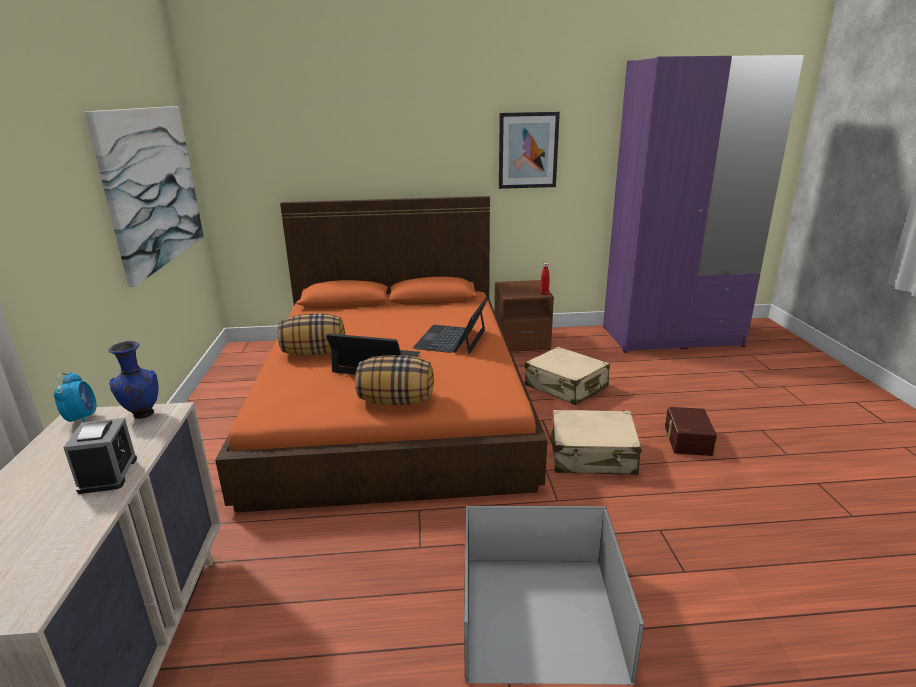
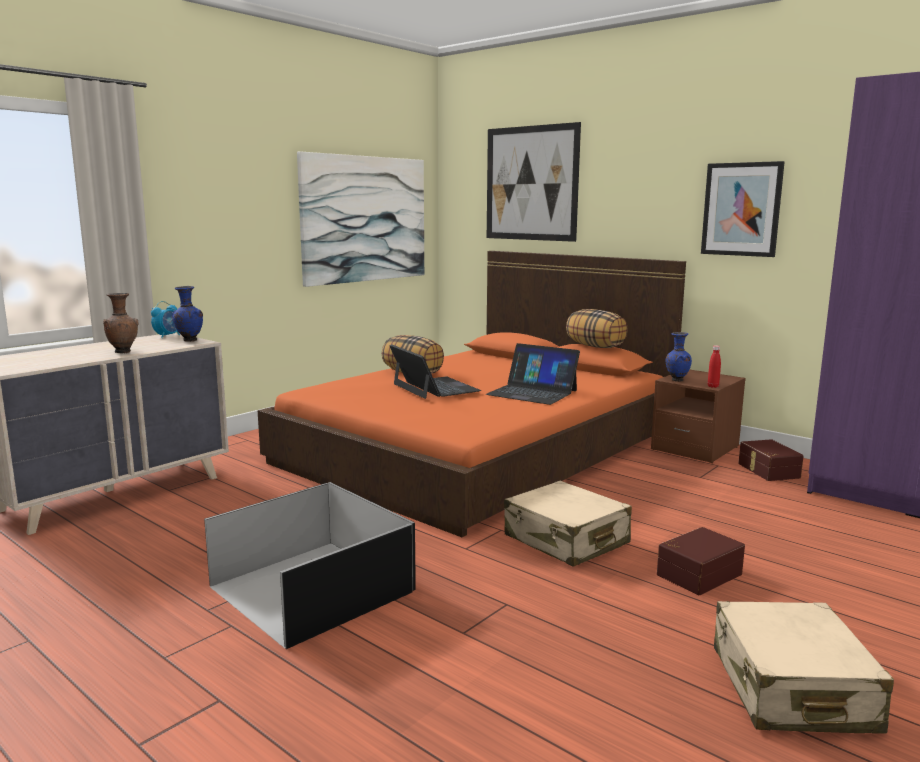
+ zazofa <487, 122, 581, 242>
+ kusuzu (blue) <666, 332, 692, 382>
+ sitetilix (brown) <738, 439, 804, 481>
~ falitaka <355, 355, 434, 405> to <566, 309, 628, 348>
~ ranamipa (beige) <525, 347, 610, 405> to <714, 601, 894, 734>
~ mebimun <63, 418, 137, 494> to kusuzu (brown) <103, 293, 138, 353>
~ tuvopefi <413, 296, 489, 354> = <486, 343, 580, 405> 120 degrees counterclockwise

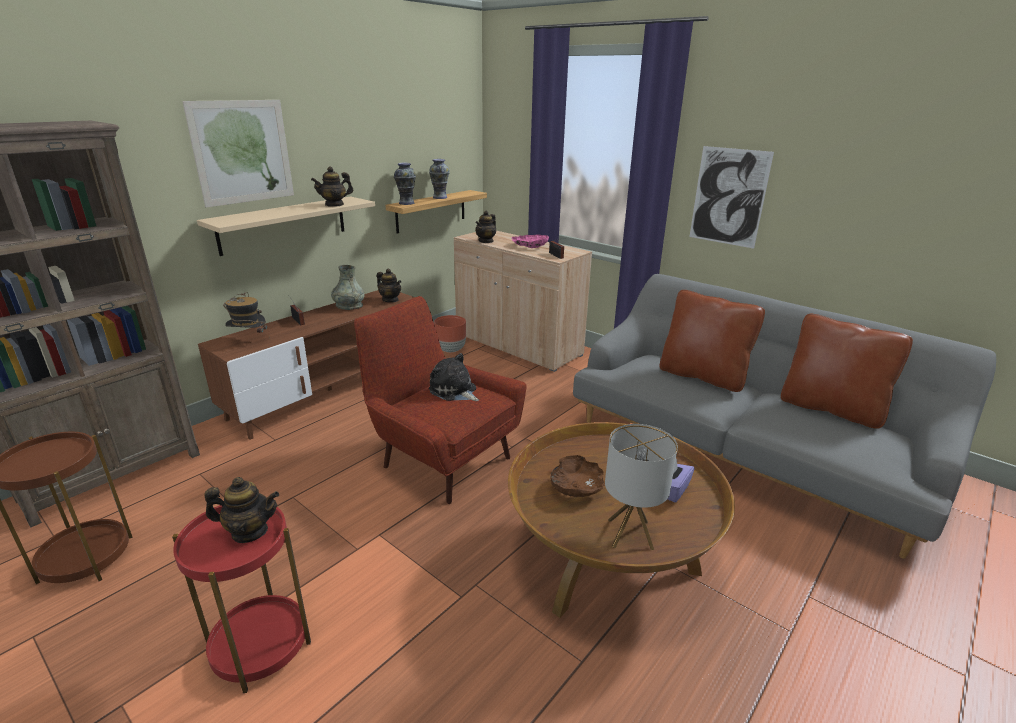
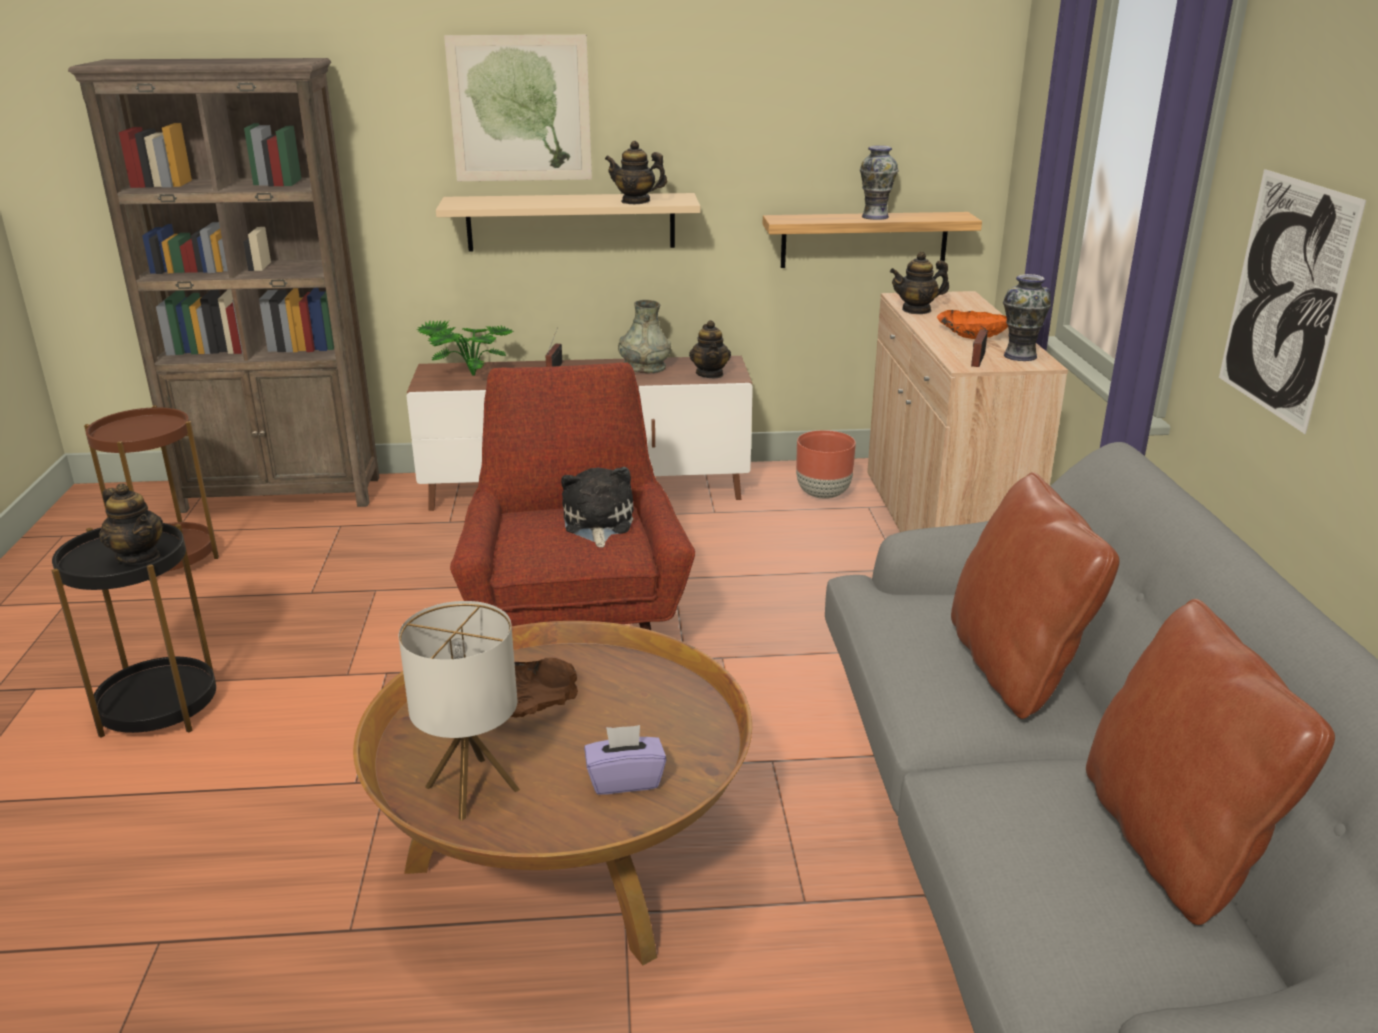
~ kusuzu <394, 163, 416, 205> to <1003, 274, 1051, 361>
~ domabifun <223, 292, 269, 333> to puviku <417, 320, 514, 376>
~ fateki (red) <172, 505, 311, 693> to fateki (black) <51, 523, 216, 738>
~ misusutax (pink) <512, 234, 549, 248> to misusutax (orange) <937, 310, 1008, 339>

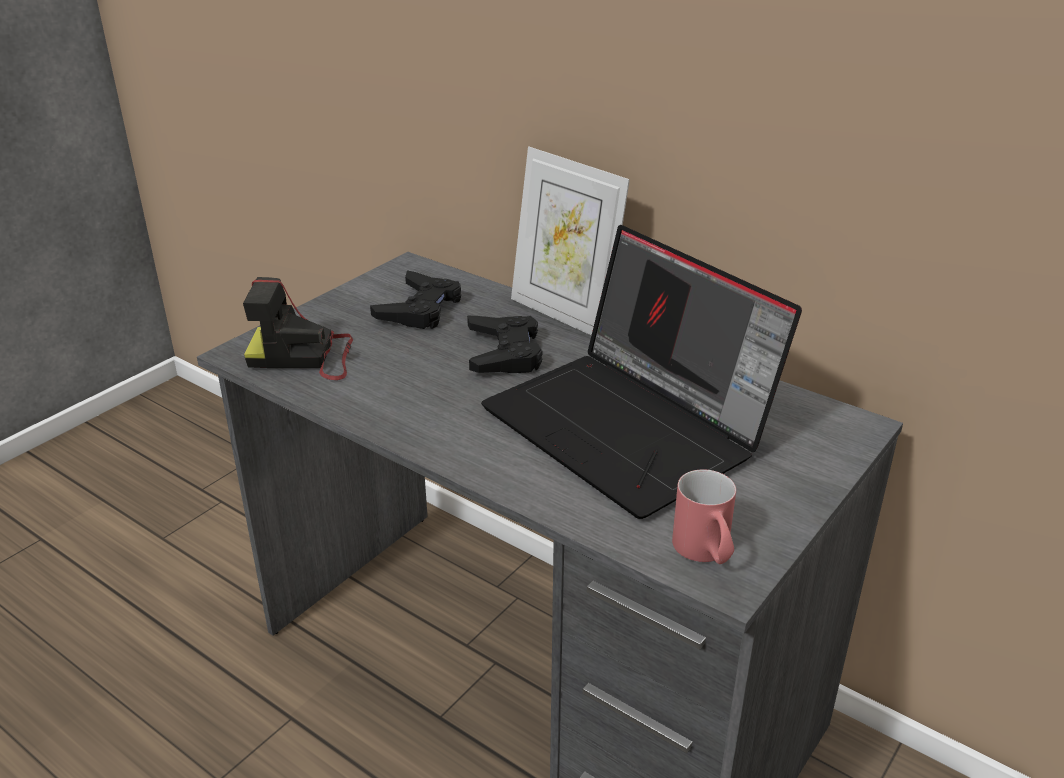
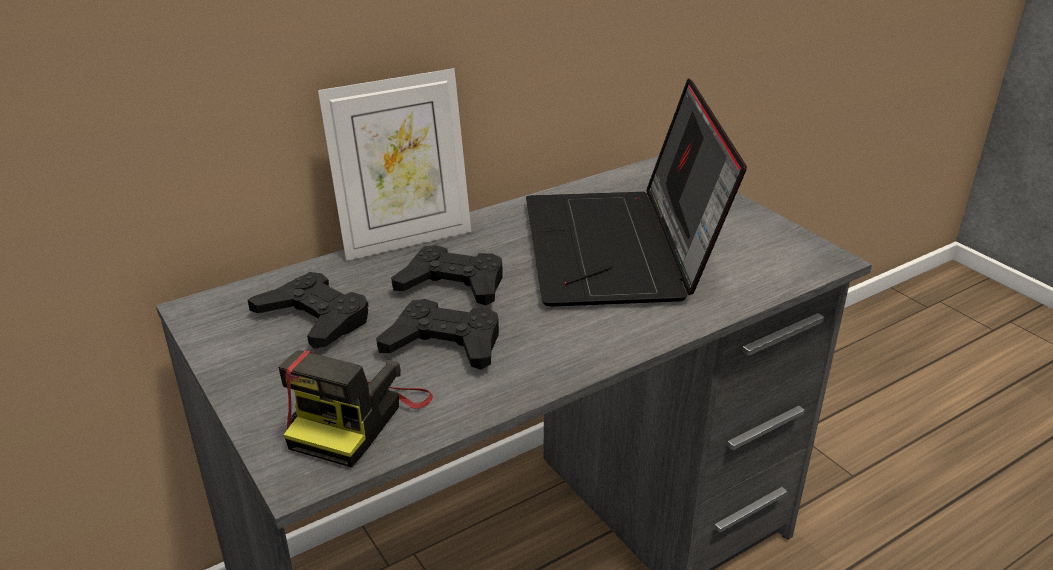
- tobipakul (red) <672, 469, 736, 564>
+ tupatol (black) <376, 299, 499, 370>
~ tuvopefi <481, 225, 802, 519> = <526, 78, 747, 306> 105 degrees clockwise

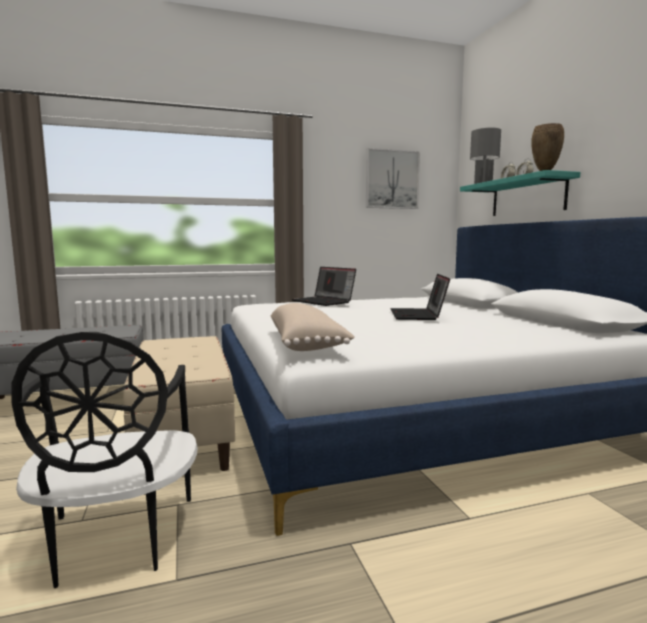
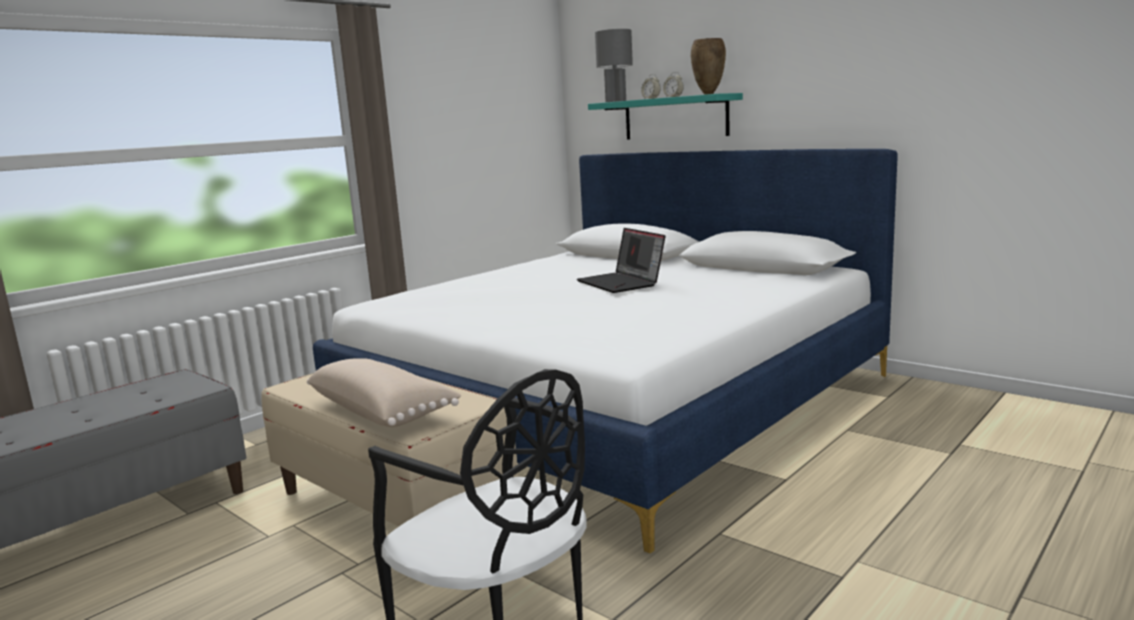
- tuvopefi <291, 267, 356, 306>
- zazofa <366, 148, 420, 209>
~ falitaka (beige) <271, 303, 355, 351> to <307, 358, 461, 427>

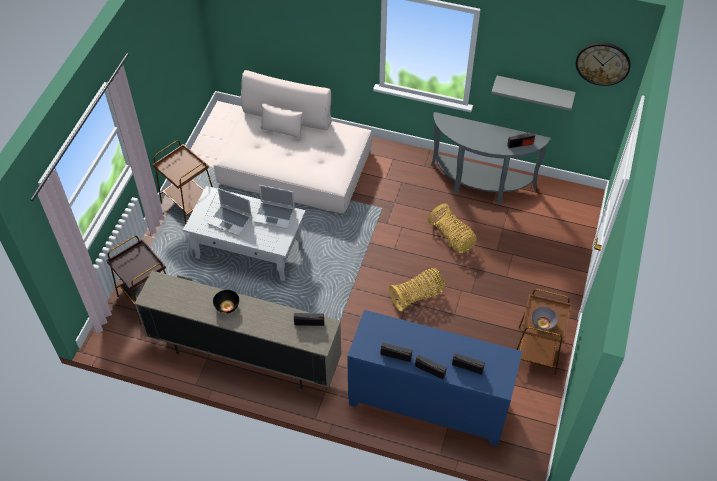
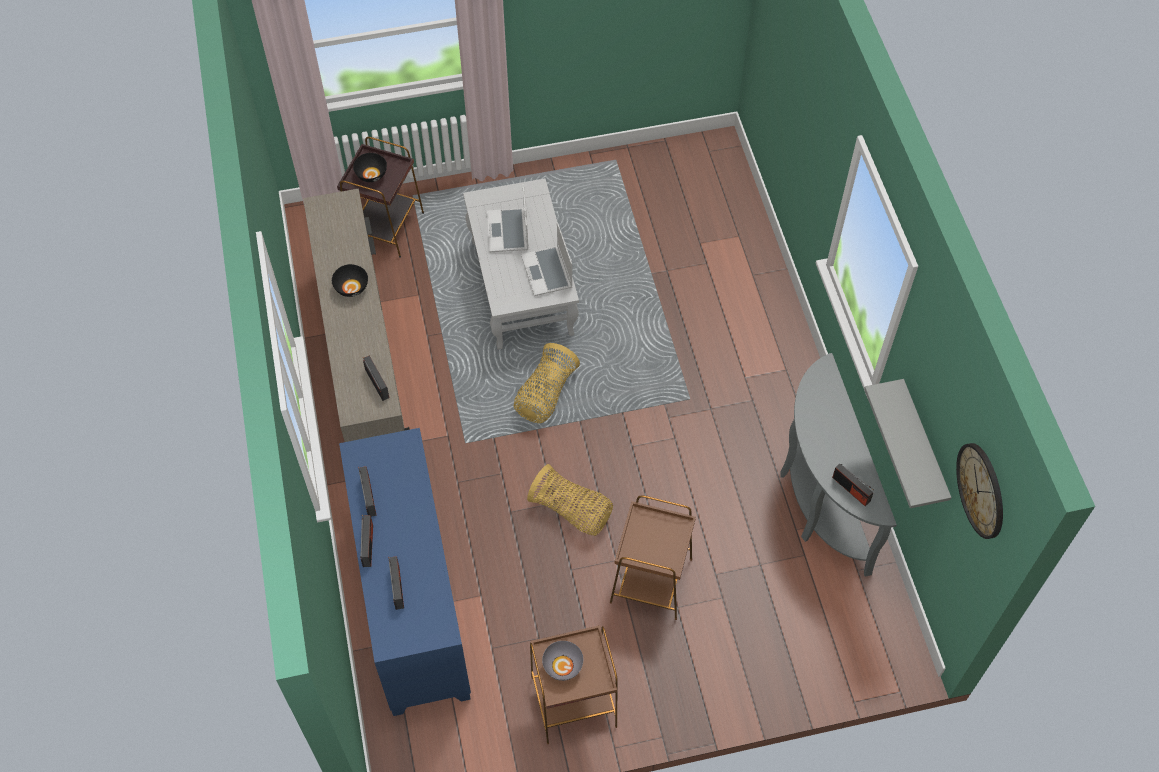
- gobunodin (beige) <214, 70, 372, 214>
+ misusutax (black) <353, 153, 387, 182>
~ fateki (brown) <153, 141, 213, 225> to <610, 495, 696, 620>
~ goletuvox <428, 203, 477, 253> to <514, 343, 580, 423>

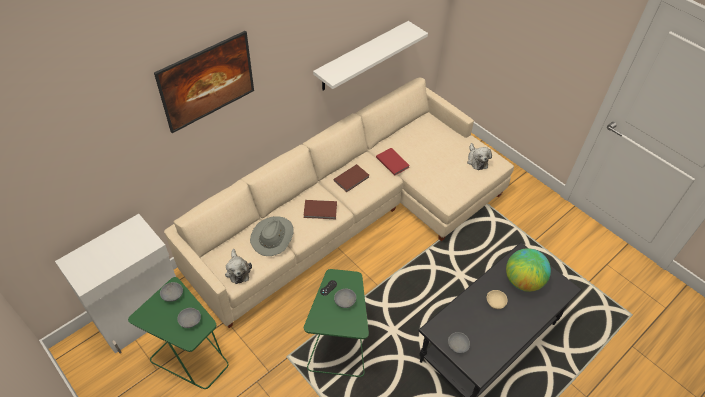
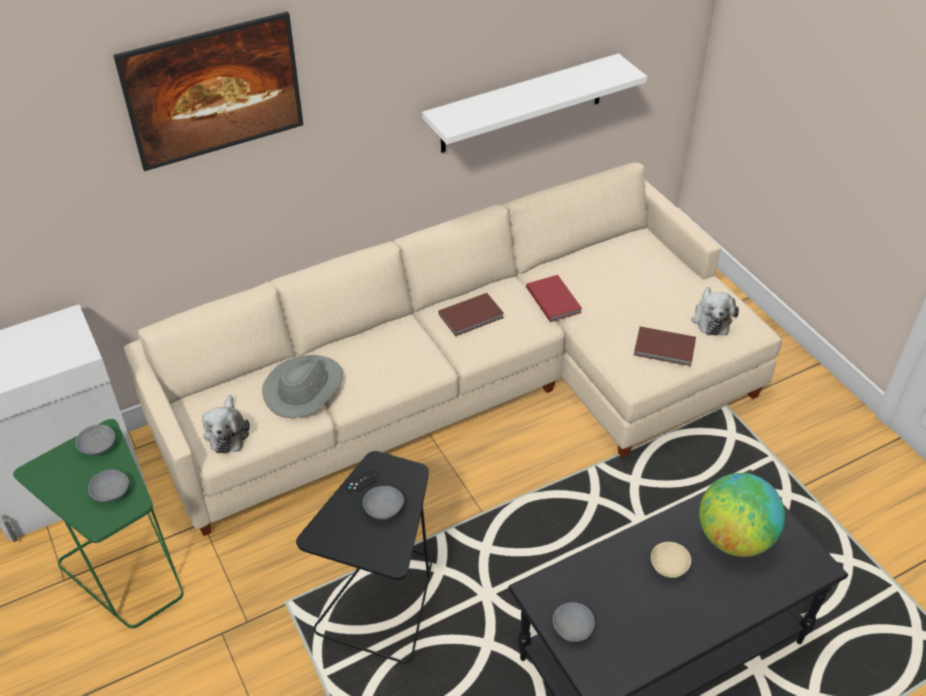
~ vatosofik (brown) <303, 200, 337, 219> to <634, 326, 696, 366>
~ fateki (green) <304, 269, 369, 377> to fateki (black) <296, 451, 432, 663>

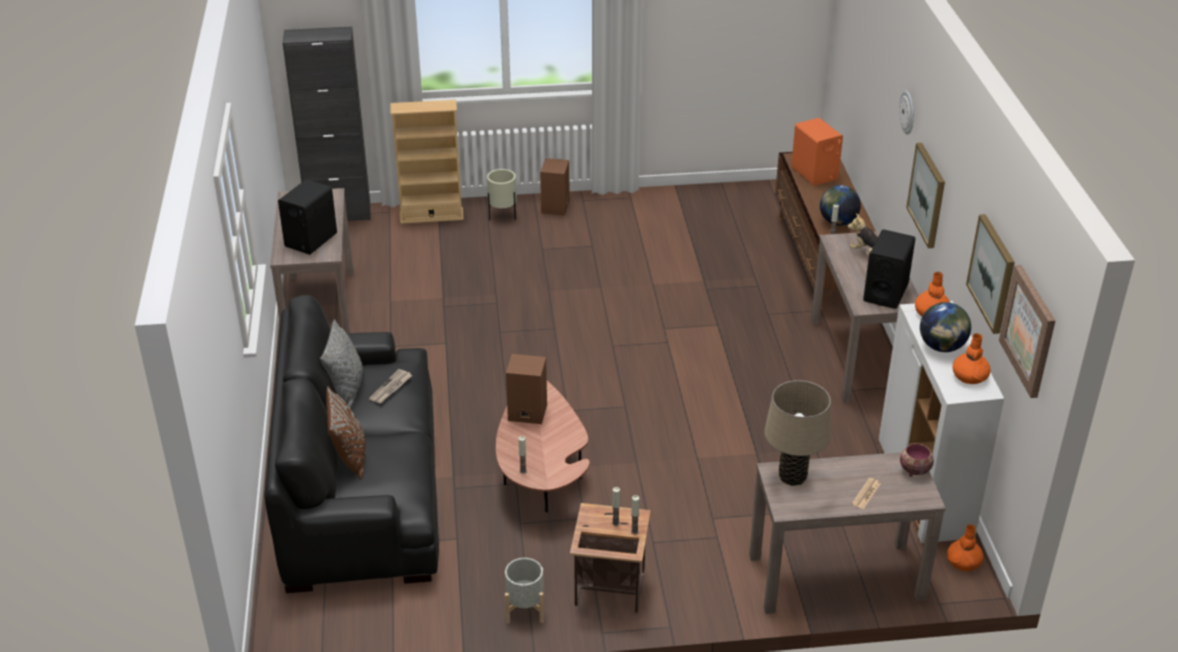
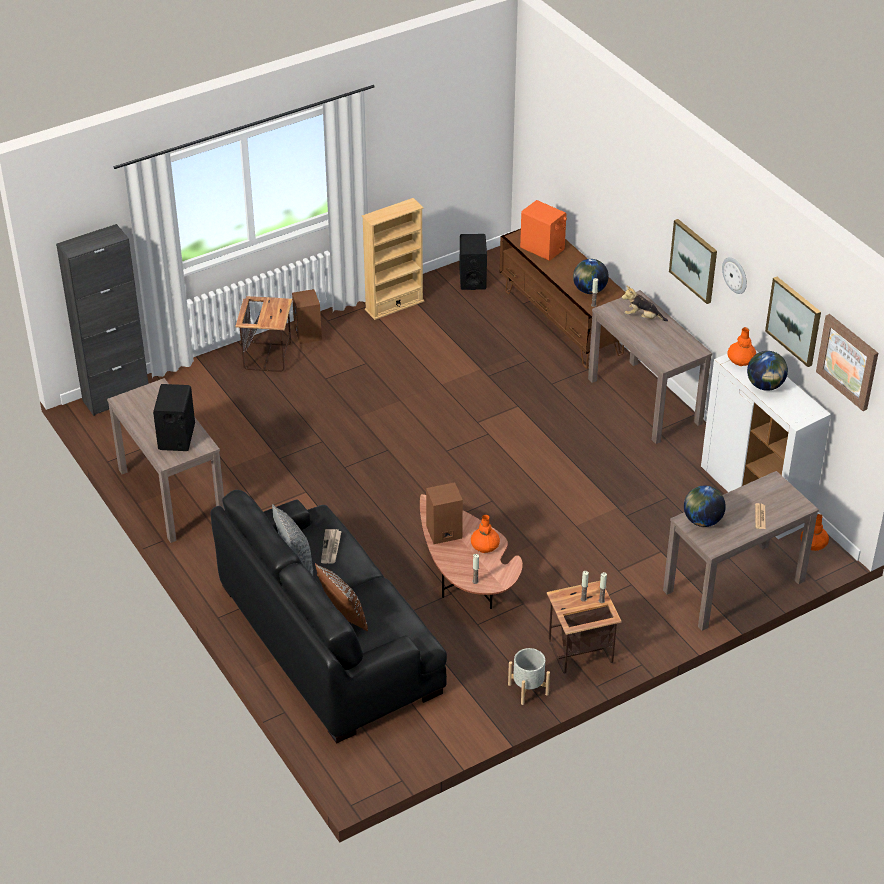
- misusutax <900, 443, 934, 477>
~ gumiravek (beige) <390, 100, 464, 224> to <362, 198, 424, 320>
~ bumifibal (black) <863, 229, 915, 309> to <459, 234, 487, 290>
~ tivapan <899, 90, 914, 134> to <722, 257, 747, 294>
~ kusuzu (orange) <953, 333, 990, 384> to <471, 515, 500, 553>
~ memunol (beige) <487, 169, 517, 221> to fateki <236, 296, 292, 372>
~ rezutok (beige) <764, 380, 831, 486> to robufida <684, 485, 726, 527>

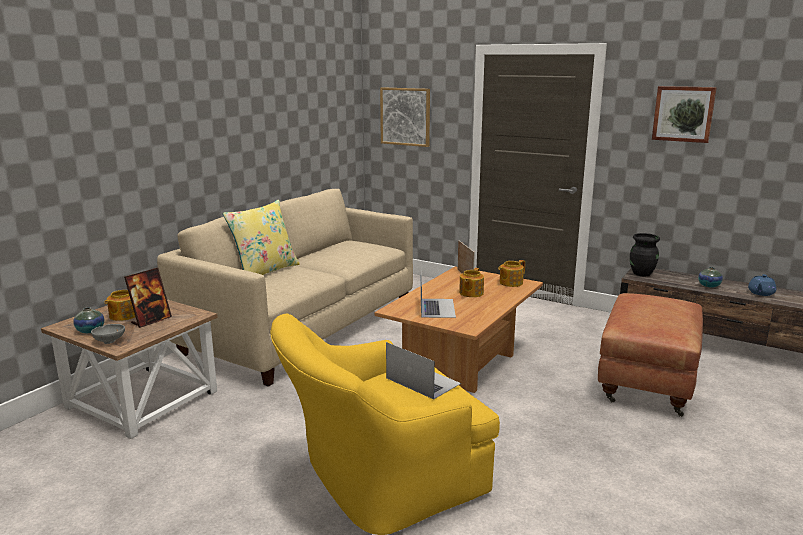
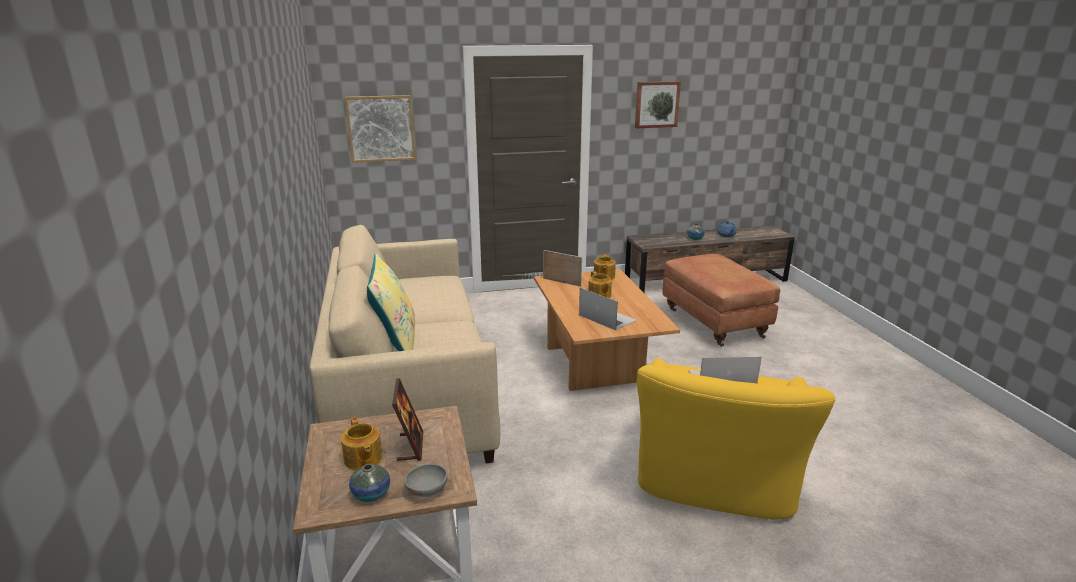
- kusuzu (black) <630, 233, 660, 276>

